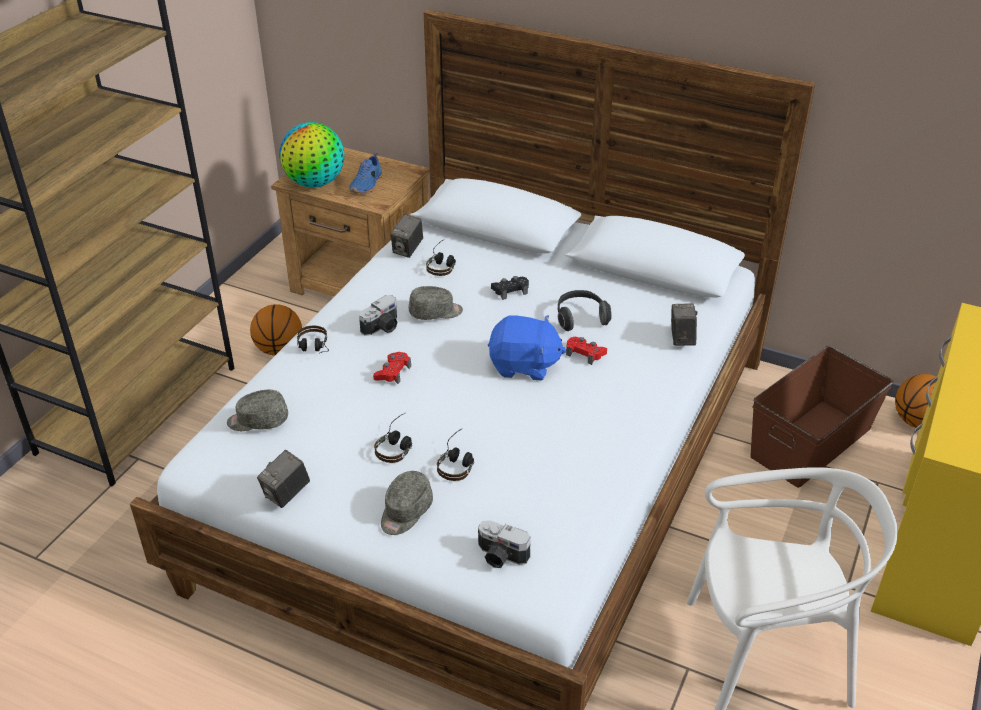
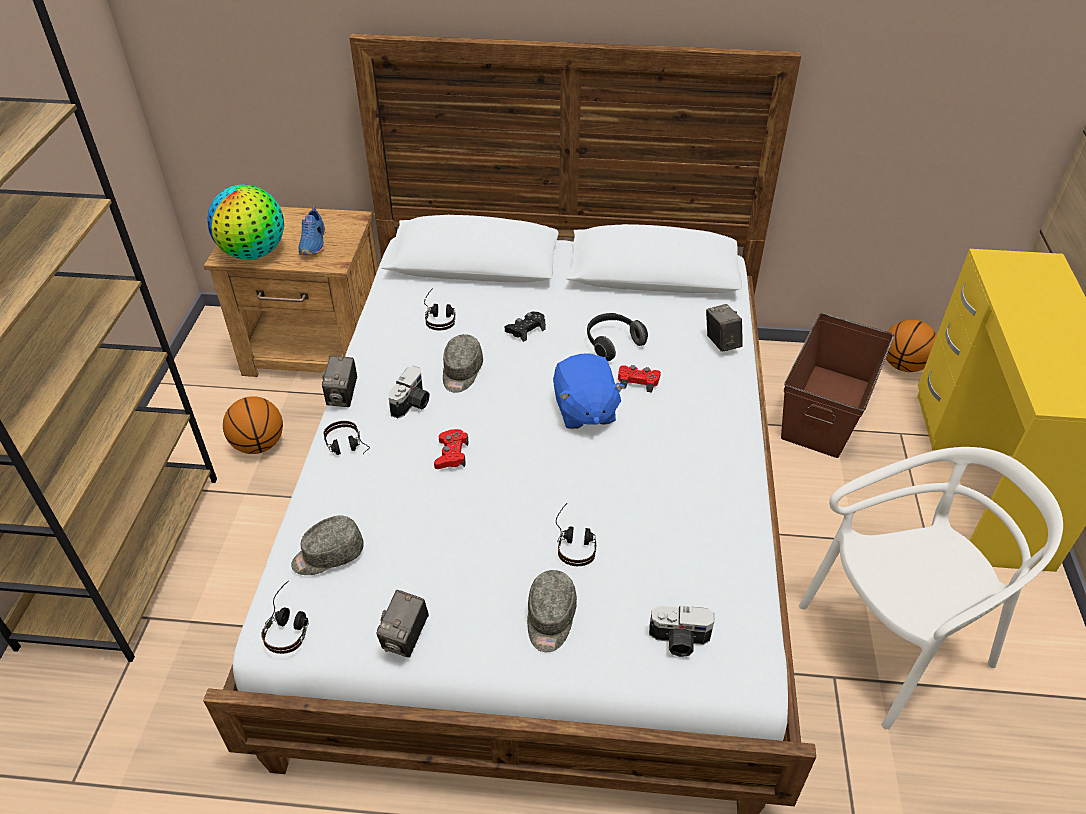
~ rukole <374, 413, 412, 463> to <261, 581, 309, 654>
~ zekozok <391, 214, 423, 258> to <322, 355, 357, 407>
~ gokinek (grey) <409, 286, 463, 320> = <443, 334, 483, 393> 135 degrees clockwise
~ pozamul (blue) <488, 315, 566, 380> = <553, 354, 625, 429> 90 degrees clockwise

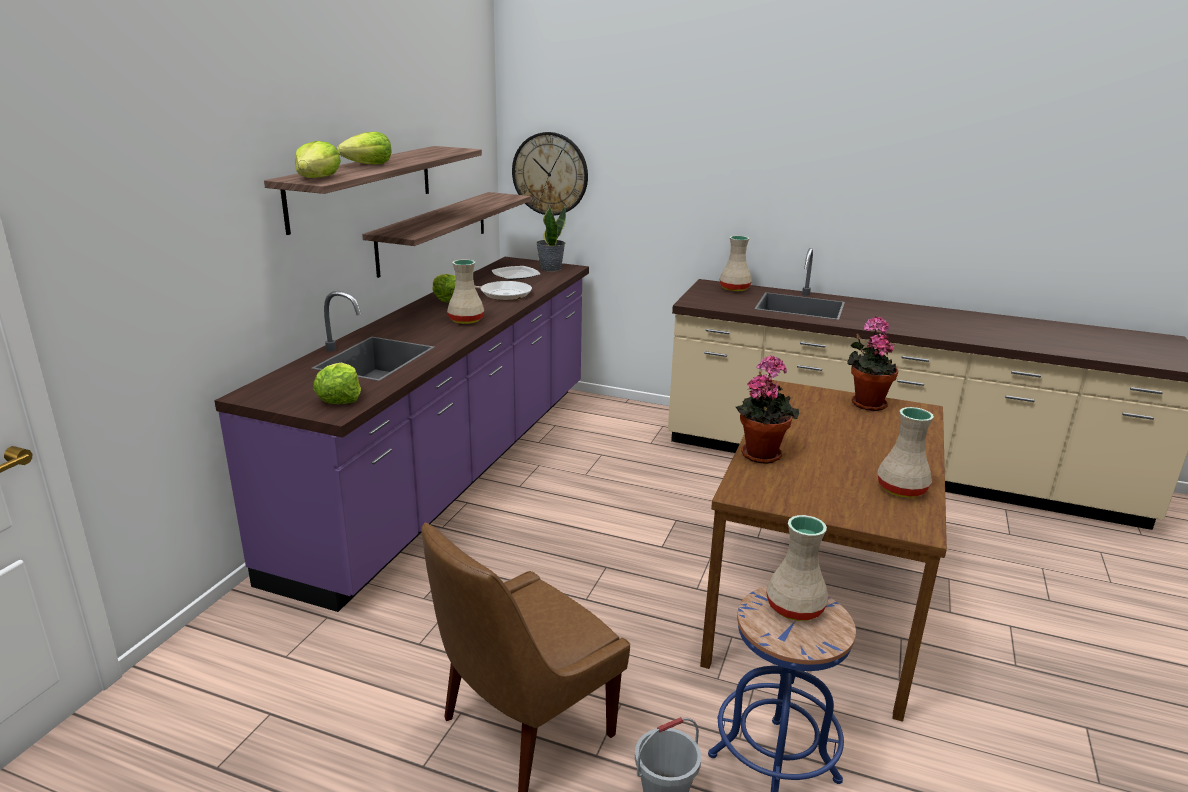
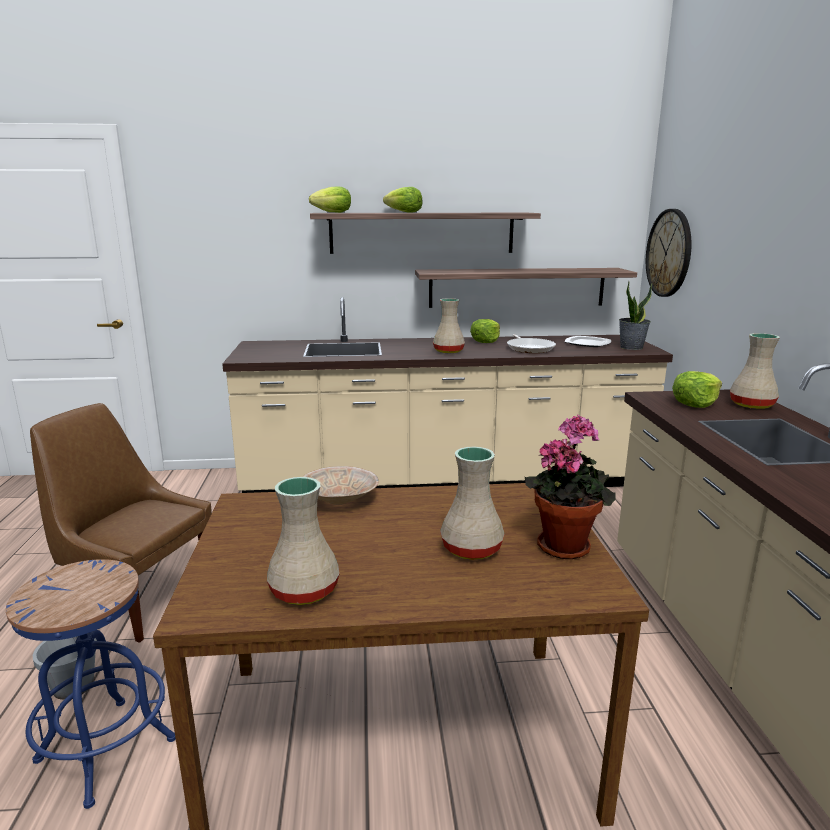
~ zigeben <313, 363, 361, 404> to <672, 371, 722, 408>
~ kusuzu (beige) <766, 515, 828, 621> to <440, 447, 505, 560>
~ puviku <736, 355, 799, 463> to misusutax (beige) <303, 466, 379, 505>
~ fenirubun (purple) <214, 257, 589, 612> to fenirubun (beige) <222, 297, 673, 493>

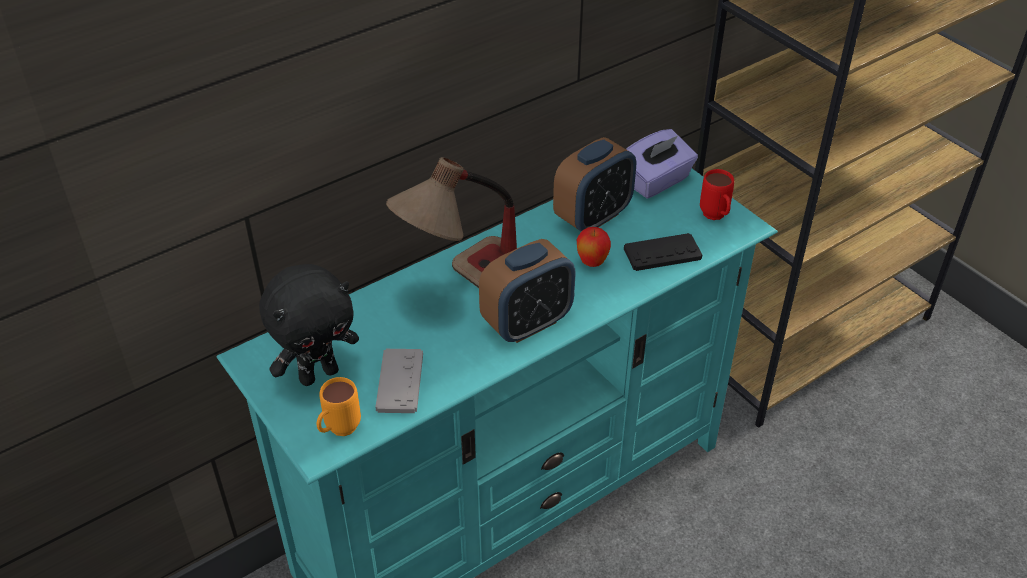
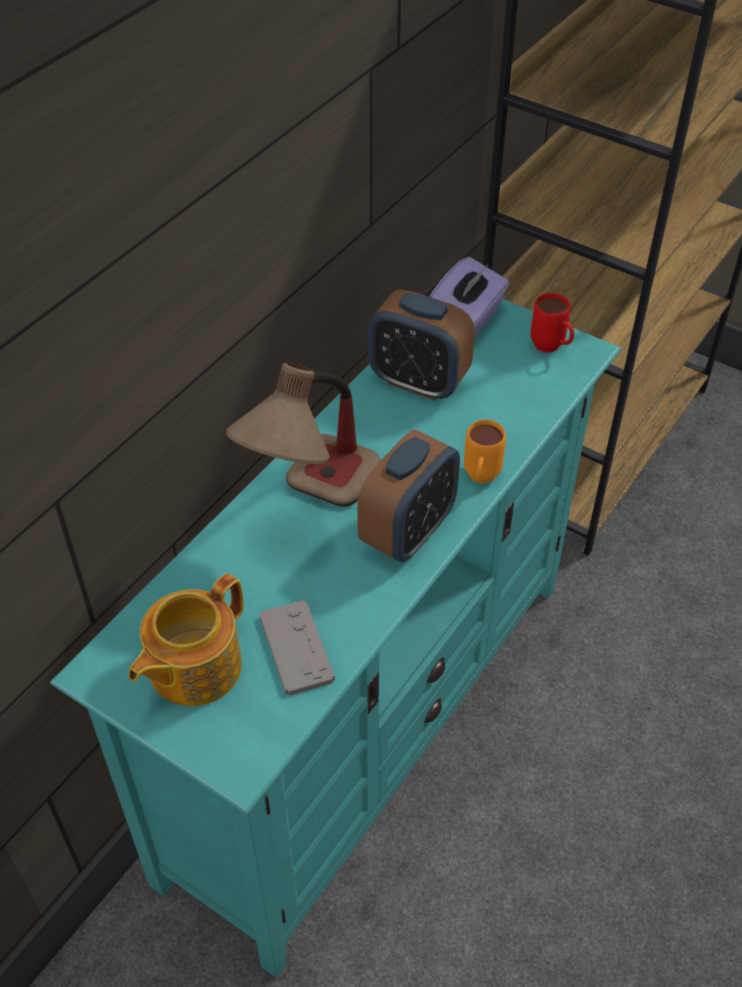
- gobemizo <577, 227, 611, 267>
- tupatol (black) <624, 233, 702, 271>
~ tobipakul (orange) <317, 377, 361, 436> to <464, 420, 506, 483>
~ pozamul (black) <259, 264, 359, 386> to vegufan <128, 573, 244, 706>
~ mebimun <553, 137, 636, 232> = <368, 289, 475, 401> 90 degrees clockwise

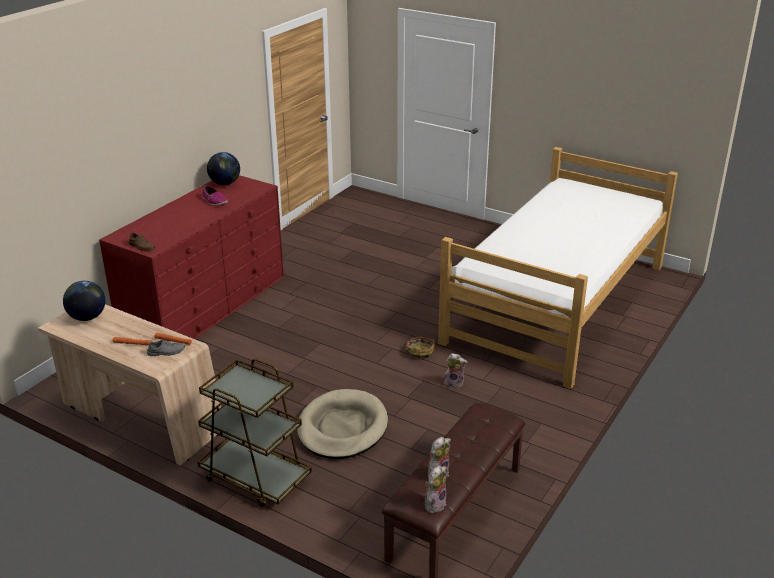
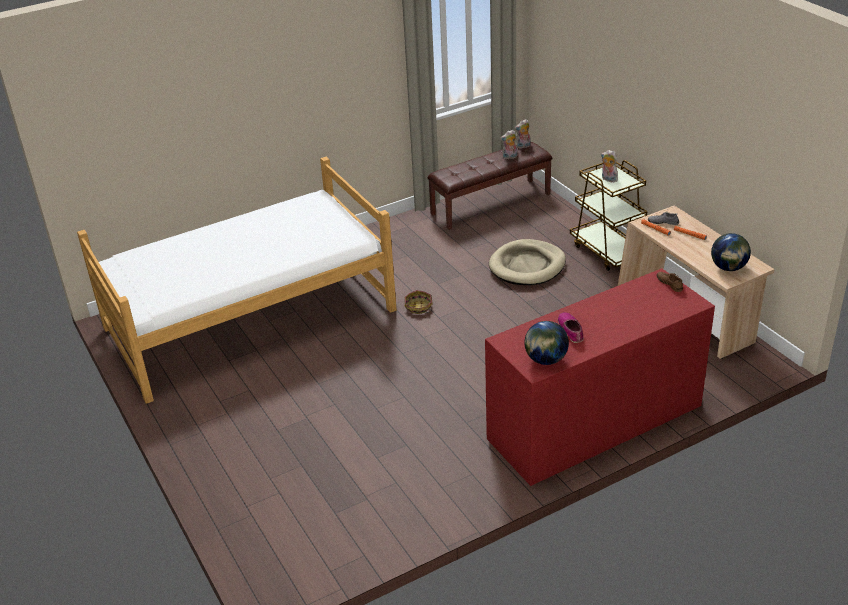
~ pozamul <444, 353, 468, 389> to <601, 150, 618, 182>

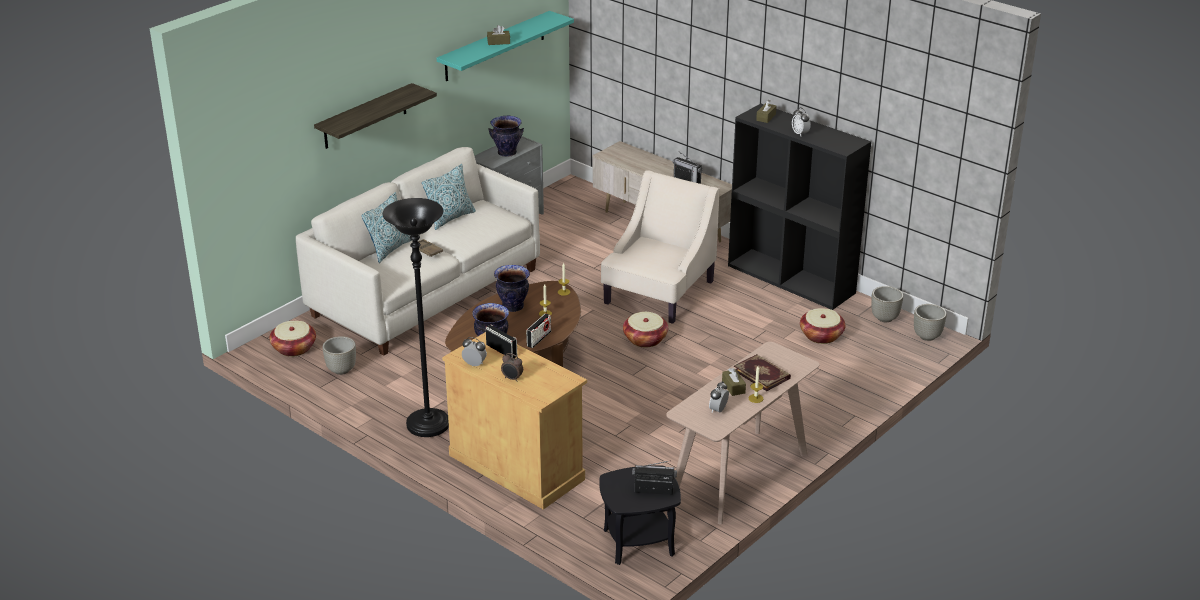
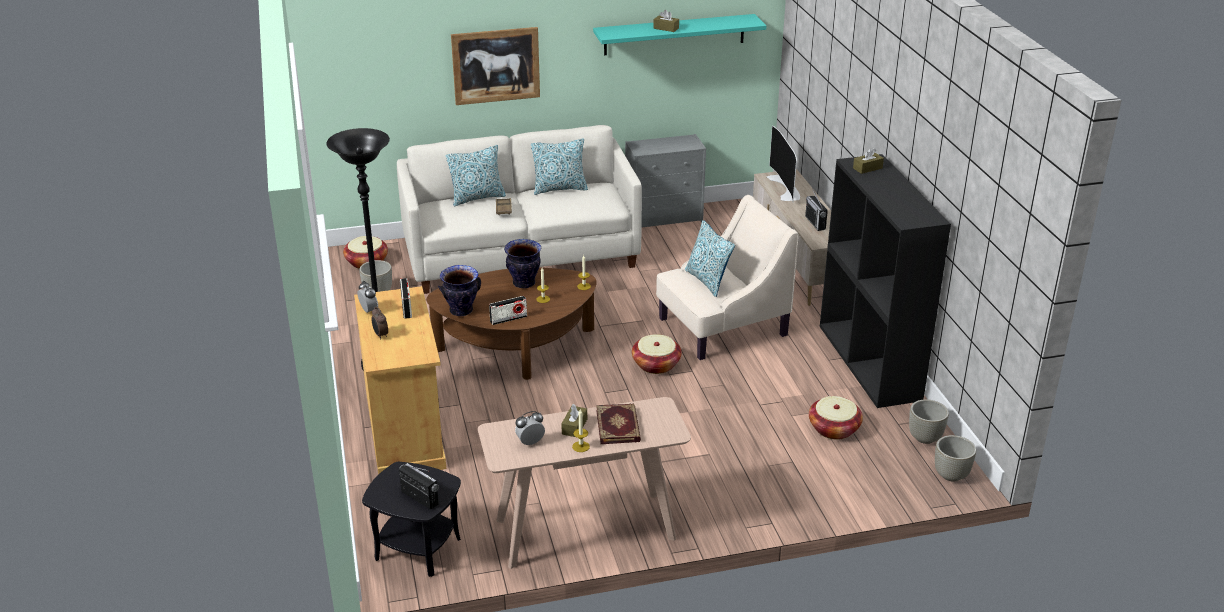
- kusuzu <489, 116, 524, 157>
- mebimun <792, 107, 811, 136>
+ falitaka <685, 220, 735, 297>
+ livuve <767, 126, 800, 201>
~ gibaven <314, 83, 437, 149> to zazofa <451, 27, 540, 105>

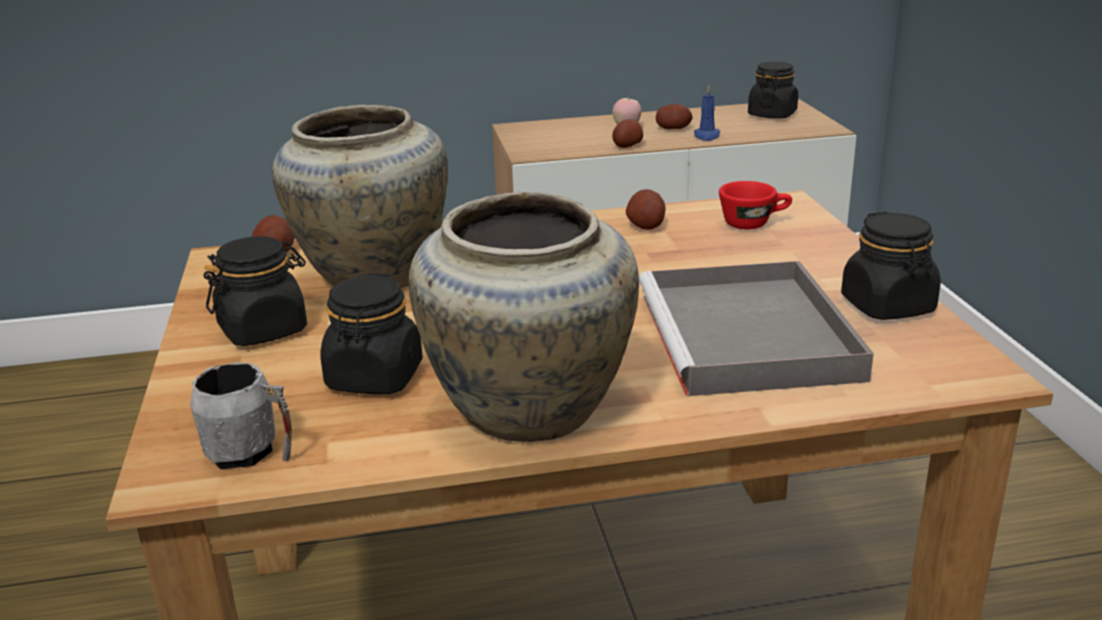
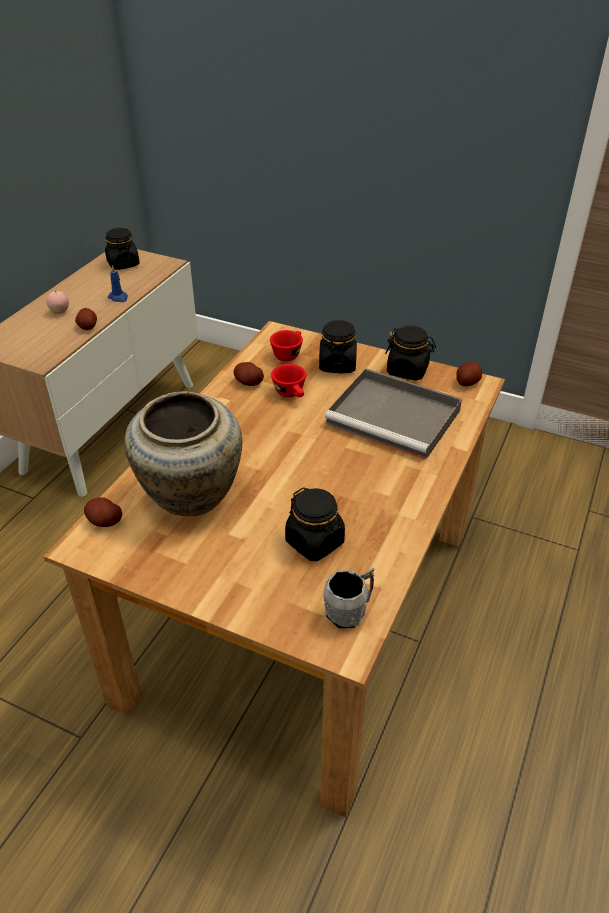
- kusuzu (beige) <409, 192, 639, 442>
+ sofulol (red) <271, 364, 306, 397>
~ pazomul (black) <203, 236, 307, 346> to <319, 320, 357, 373>
~ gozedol <656, 104, 693, 129> to <456, 362, 482, 386>

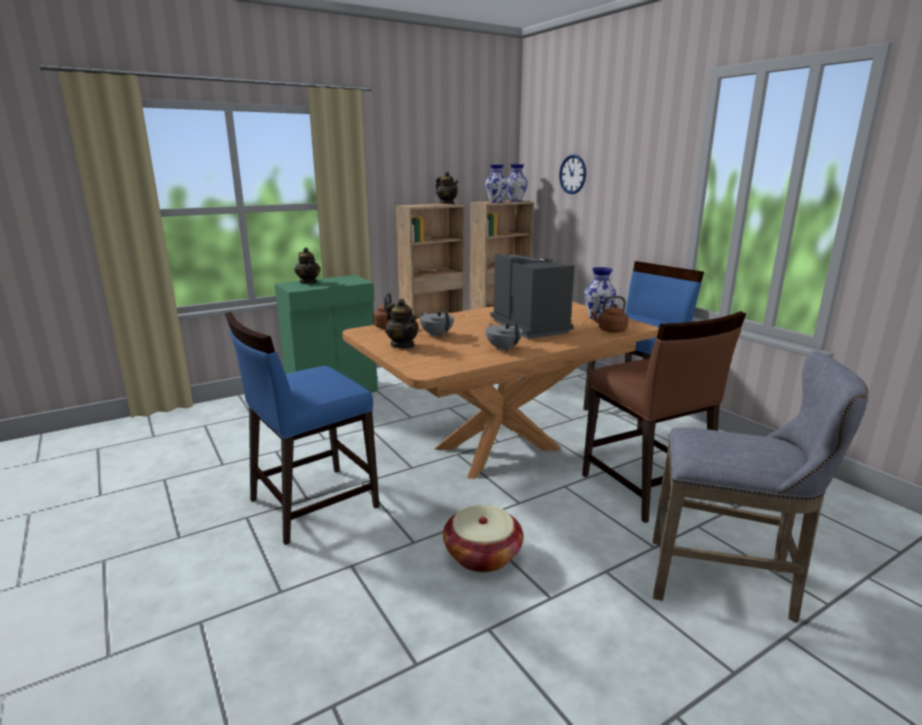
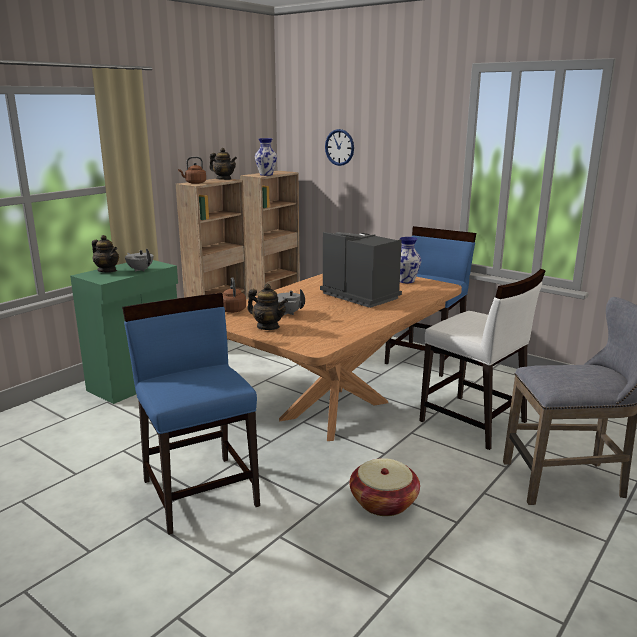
- kusuzu <507, 164, 528, 201>
~ vegufan (grey) <486, 322, 523, 351> to <125, 249, 153, 272>
~ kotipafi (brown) <591, 296, 628, 333> to <178, 157, 206, 184>
~ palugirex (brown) <582, 311, 746, 523> to palugirex (white) <419, 269, 546, 450>
~ palugirex (blue) <225, 312, 380, 545> = <122, 293, 260, 535> 120 degrees clockwise

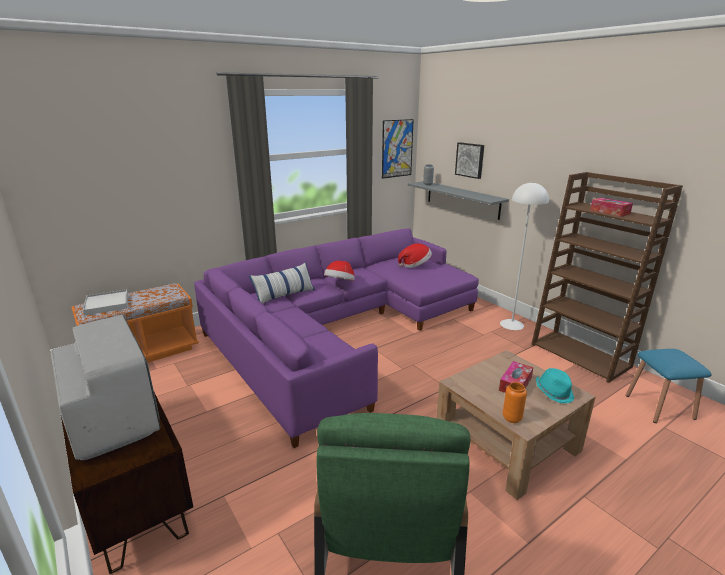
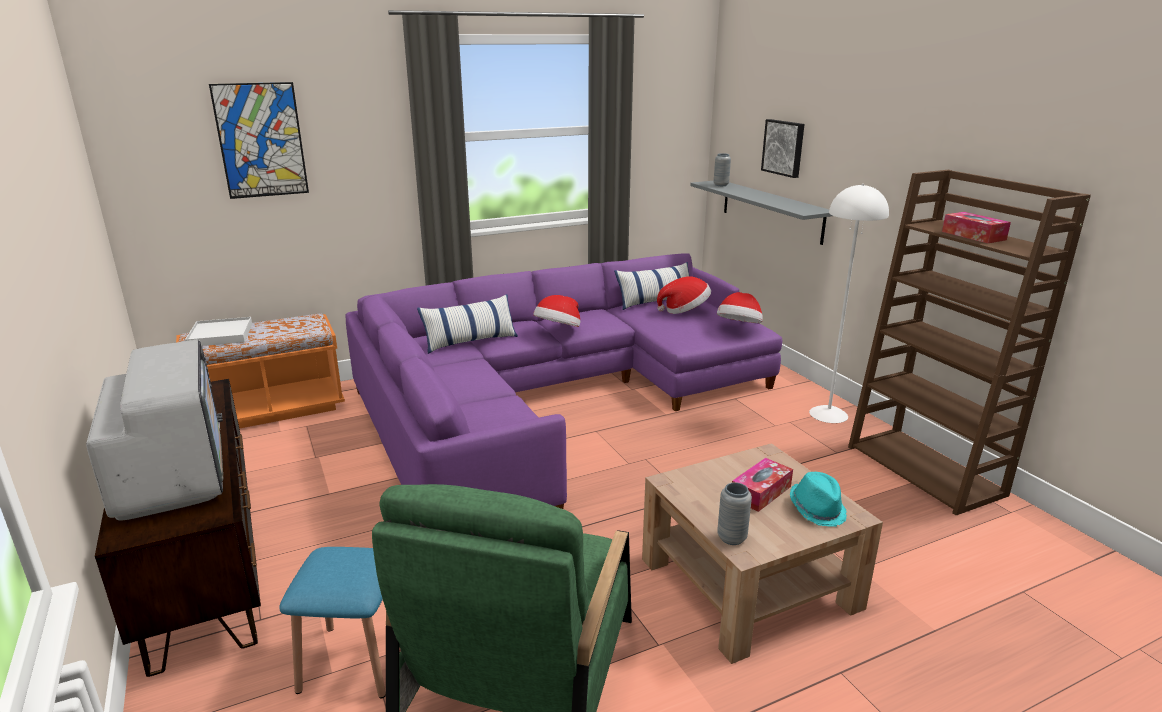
+ falitaka <614, 262, 689, 310>
+ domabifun <717, 292, 763, 323>
~ zazofa <382, 119, 414, 179> to <209, 82, 309, 199>
~ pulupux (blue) <626, 349, 712, 423> to <279, 547, 386, 698>
~ kusuzu (orange) <503, 382, 527, 423> to kusuzu (grey) <717, 482, 752, 545>

